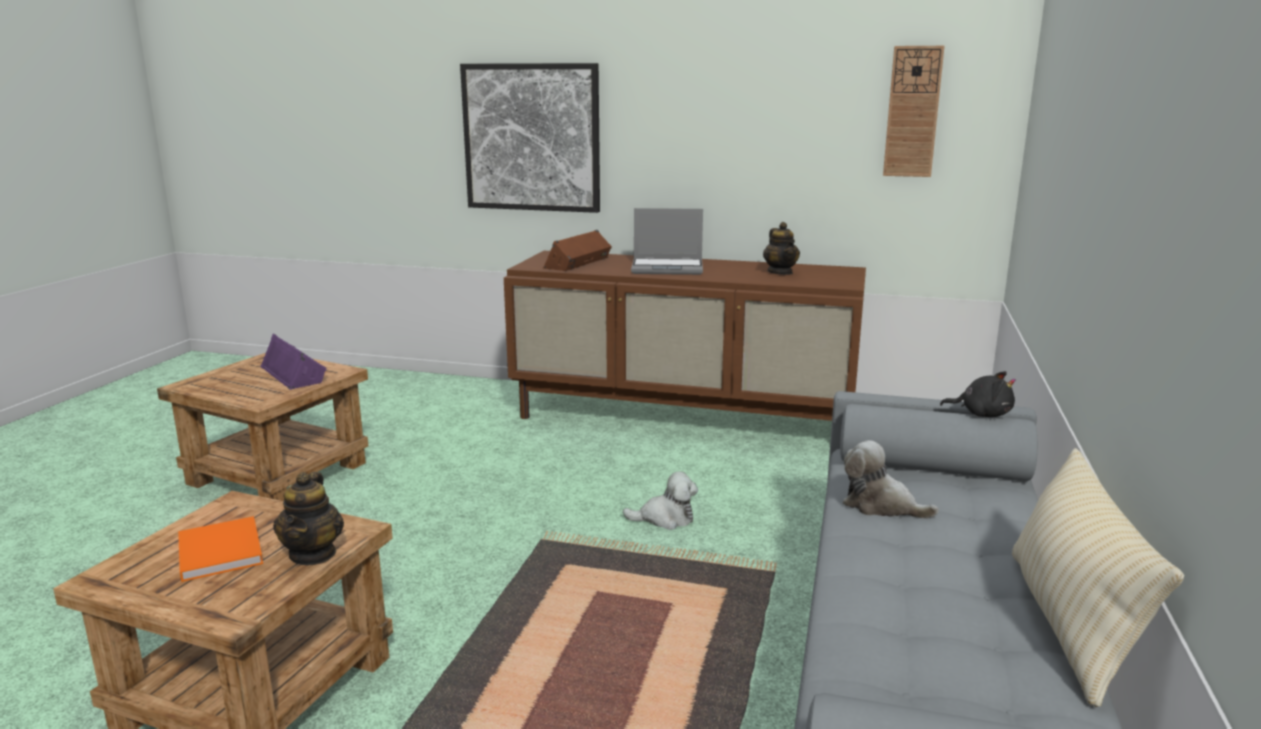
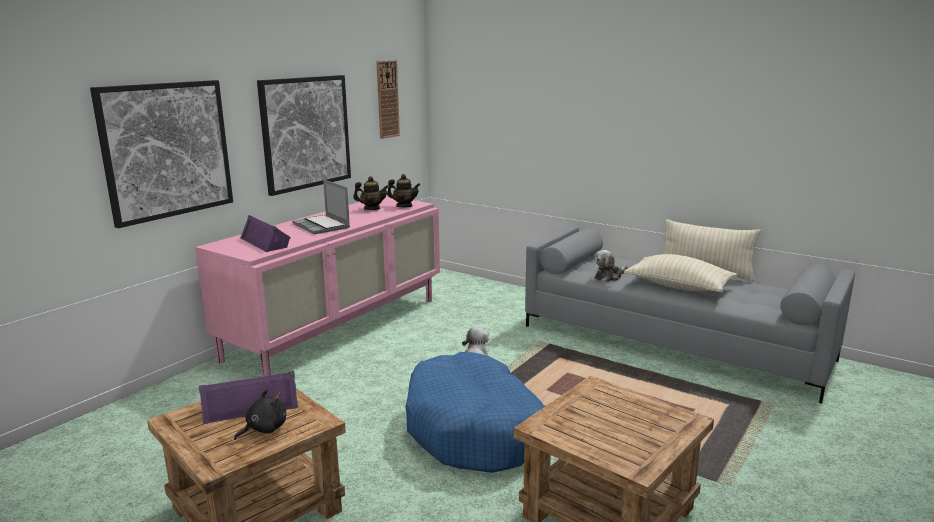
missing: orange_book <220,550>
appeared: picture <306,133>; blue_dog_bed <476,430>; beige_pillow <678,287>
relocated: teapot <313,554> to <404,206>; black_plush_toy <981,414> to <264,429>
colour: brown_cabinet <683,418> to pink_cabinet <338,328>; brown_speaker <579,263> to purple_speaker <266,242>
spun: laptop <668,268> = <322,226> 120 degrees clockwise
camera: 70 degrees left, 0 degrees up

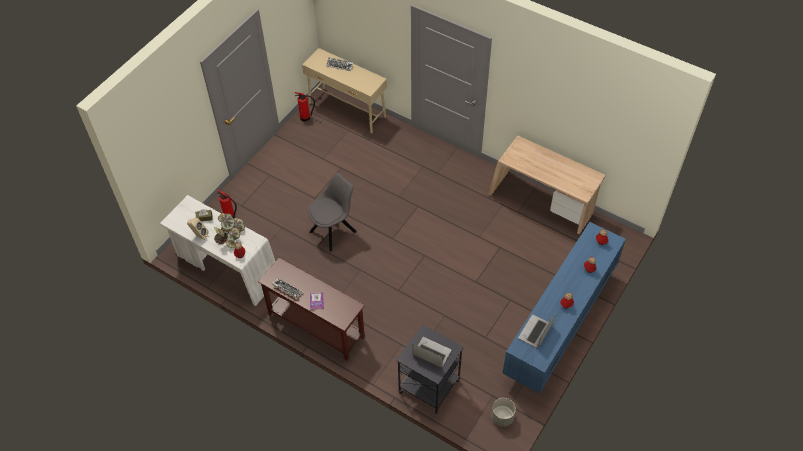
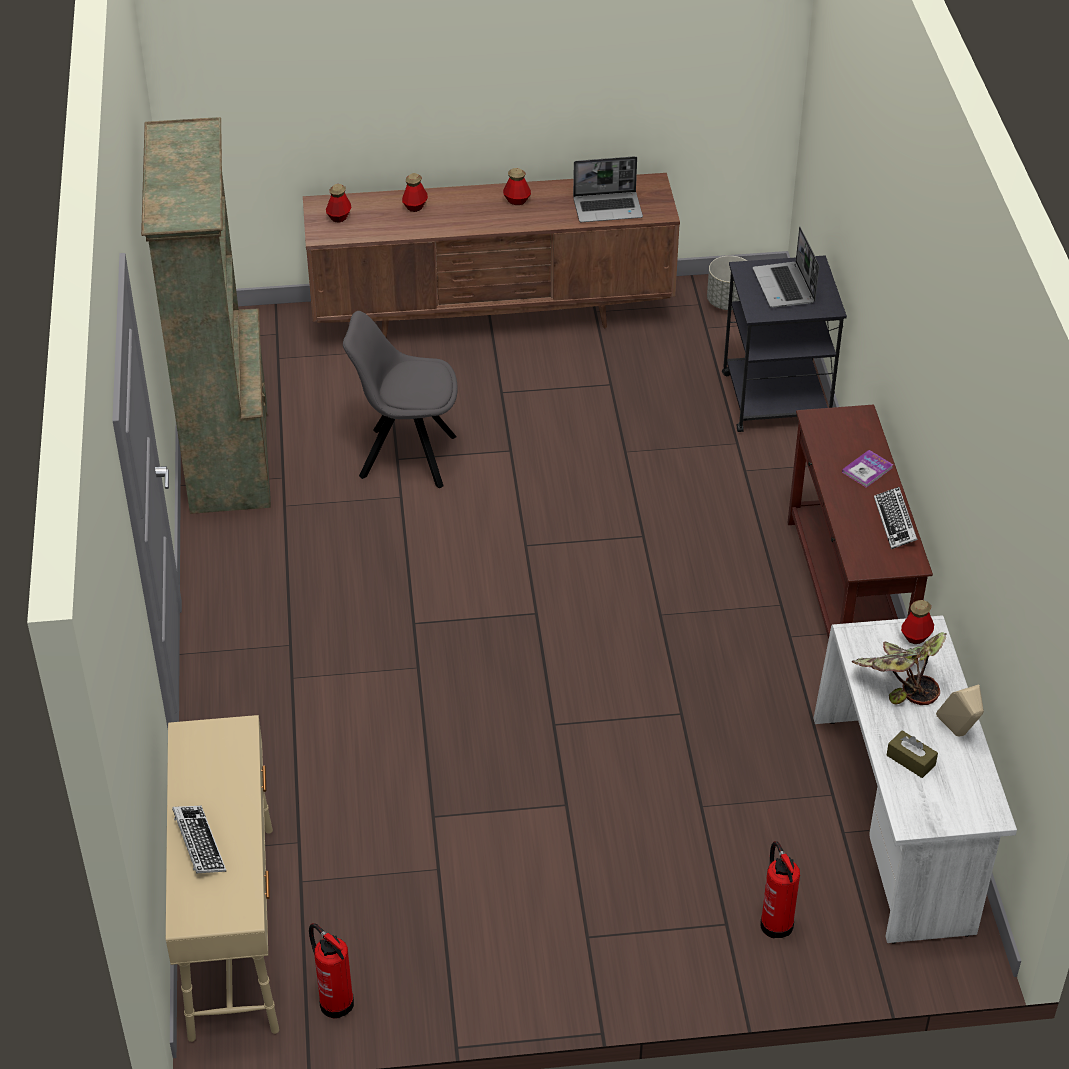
relocated: grey_chair <333,232> to <407,457>
exchanged: beige_desk <541,203> to green_bookcase <228,456>
colour: blue_cabinet <560,327> to brown_cabinet <493,316>
camera: 130 degrees left, 10 degrees down

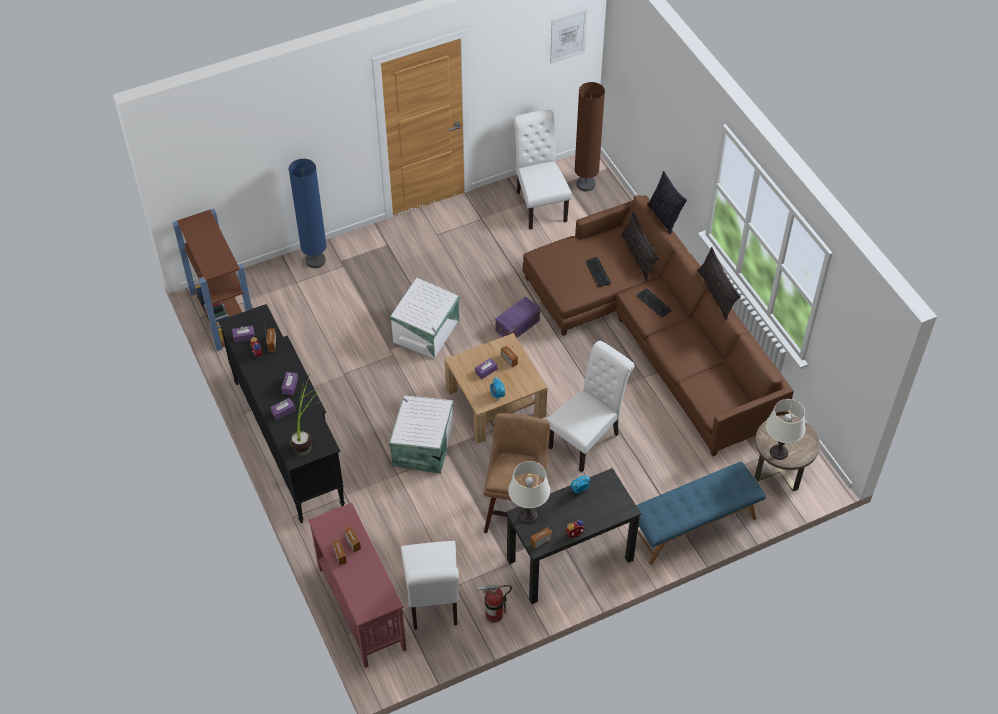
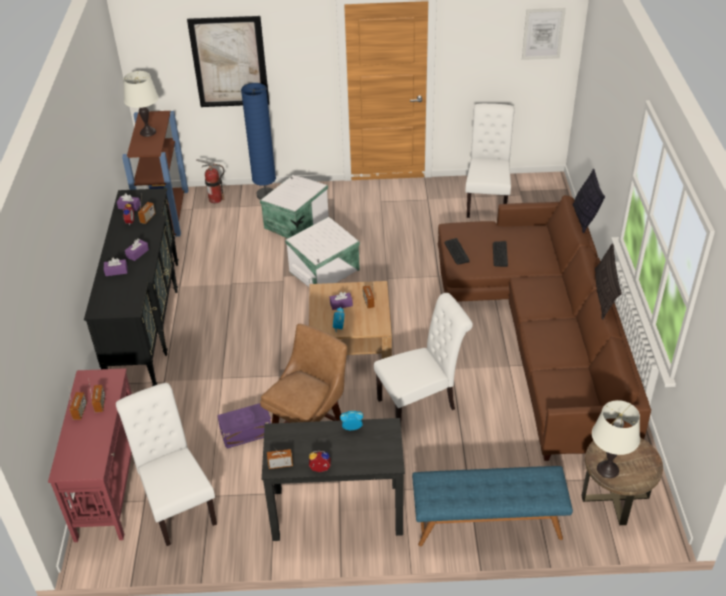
missing: potted_plant <307,437>; brown_floor_lamp <585,184>; pillow <638,256>
appeared: picture <229,62>
relocated: white_storage_box <421,446> to <295,222>; fire_extinguisher <494,614> to <215,199>; purple_storage_box <518,326> to <247,433>; white_table_lamp <528,515> to <148,132>; keyboard <653,303> to <456,252>
spun: white_chair <433,603> = <177,504> 135 degrees clockwise
camera: 25 degrees right, 10 degrees down

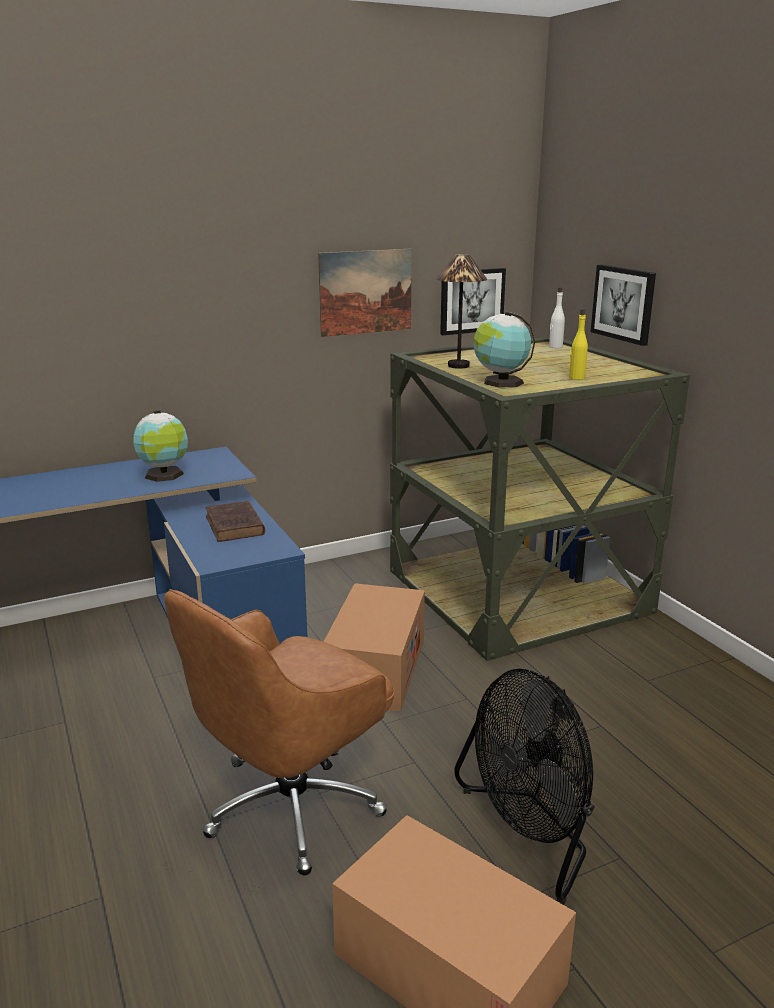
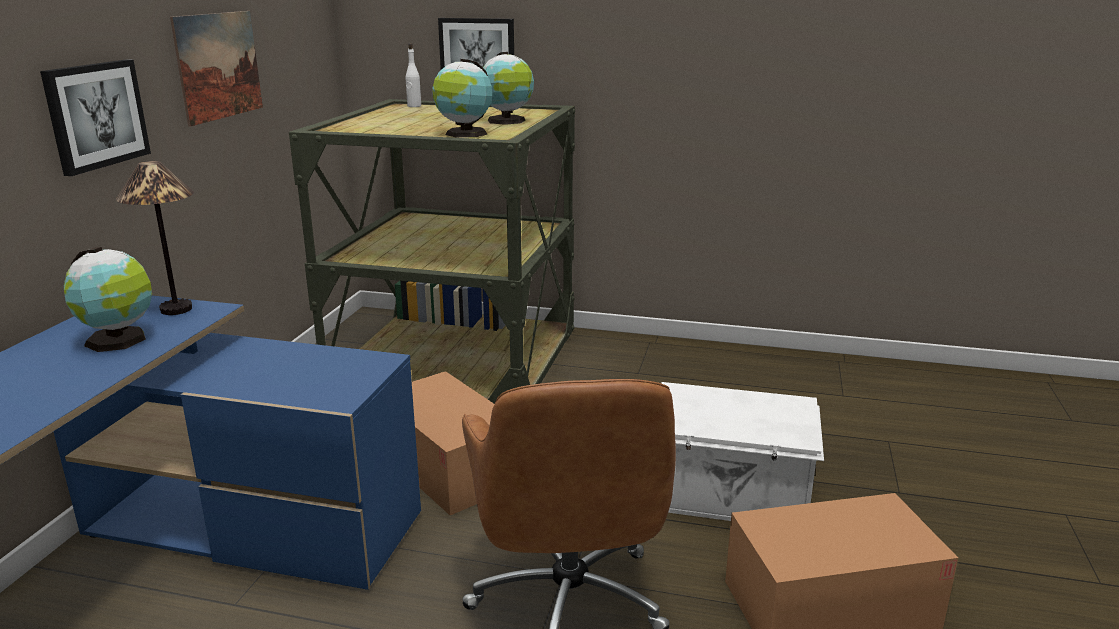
missing: brown_book <235,526>
relocated: table_lamp <458,366> to <176,310>; picture <471,301> to <96,115>
exchanged: black_fan <533,827> to white_storage_box <729,495>; yellow_bottle <576,378> to globe <507,121>
camera: 50 degrees left, 0 degrees up

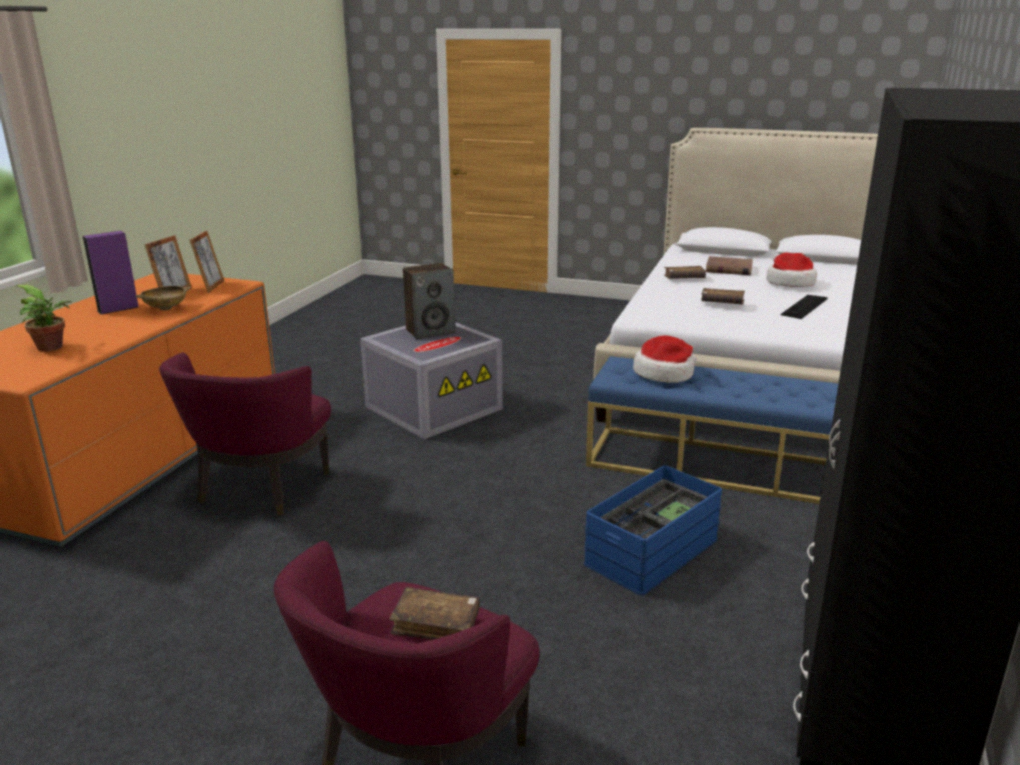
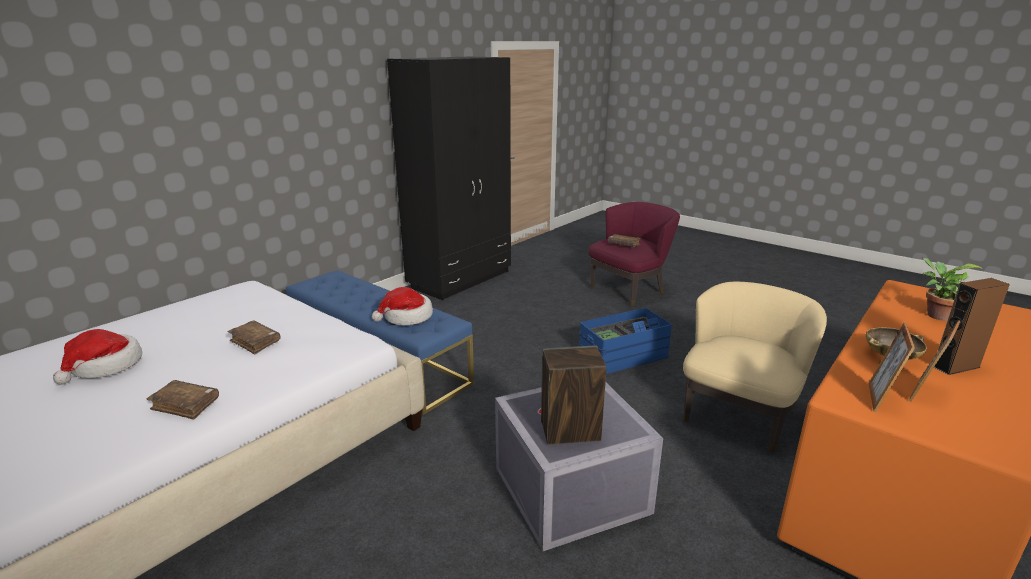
missing: brown_book <729,269>; keyboard <804,306>
relocated: blue_storage_box <653,552> to <622,355>
colour: purple_speaker <118,309> to brown_speaker <955,367>; purple_armchair <260,489> to beige_armchair <739,416>
camera: 160 degrees left, 0 degrees up

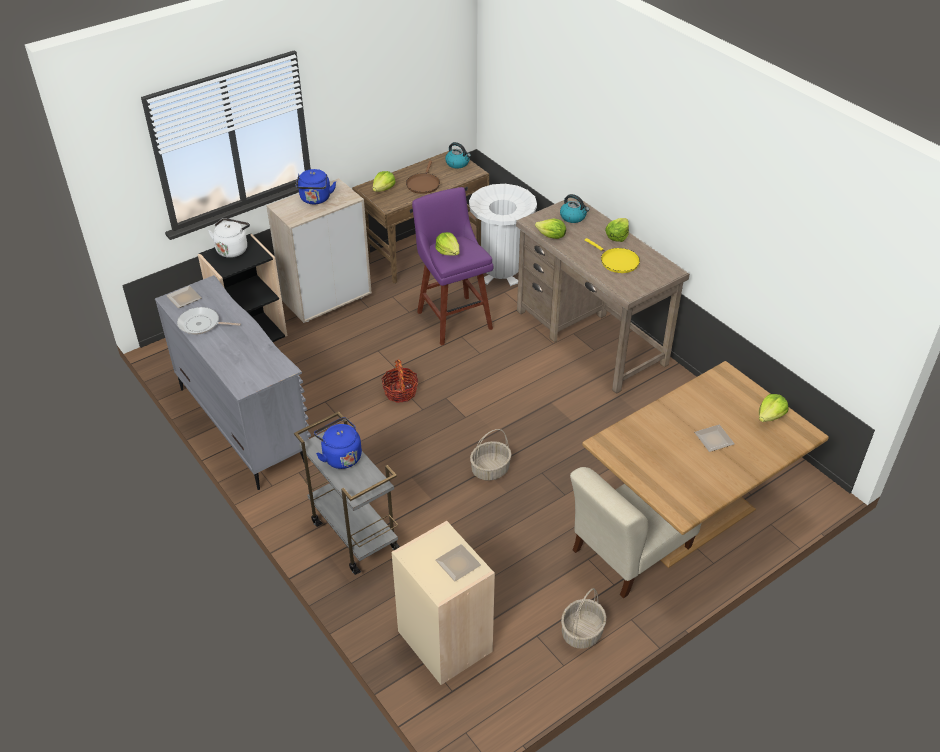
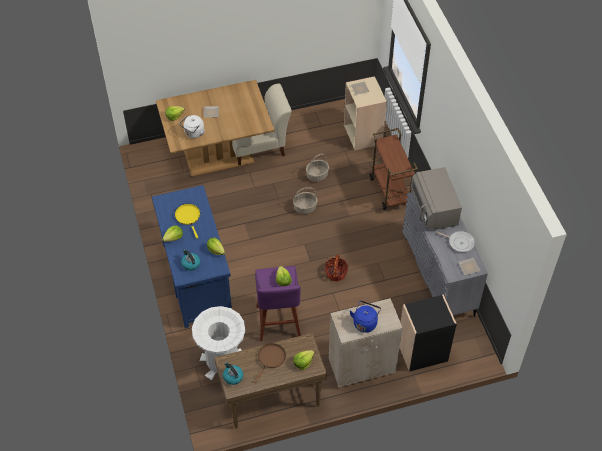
missing: blue_kettle <340,456>
appeared: grey_microwave <433,209>
relocated: white_kettle <233,249> to <193,133>; basket <582,633> to <317,175>
colour: grey_cart <353,534> to brown_cart <390,193>; brown_desk <591,337> to blue_desk <196,279>
camera: 160 degrees left, 10 degrees up

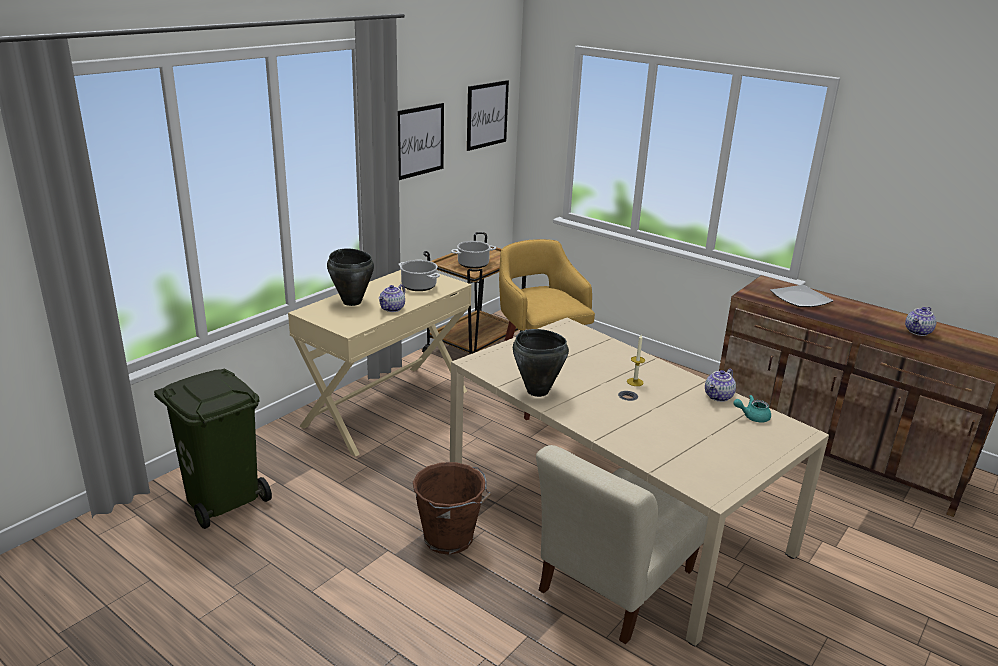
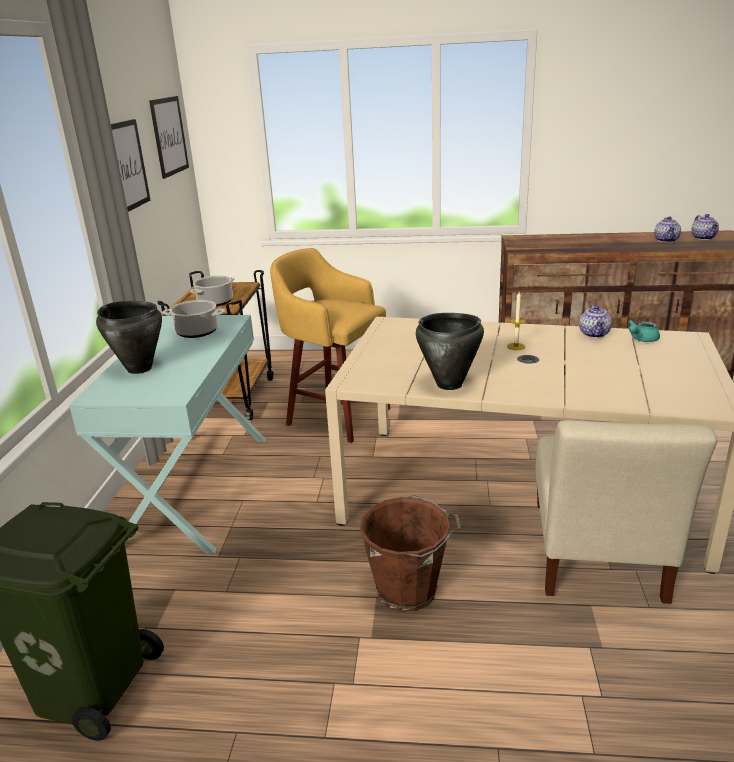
missing: plate <800,298>
relocated: teapot <392,309> to <704,238>
colour: beige_desk <386,407> to turquoise_desk <196,488>
camera: 30 degrees left, 0 degrees up

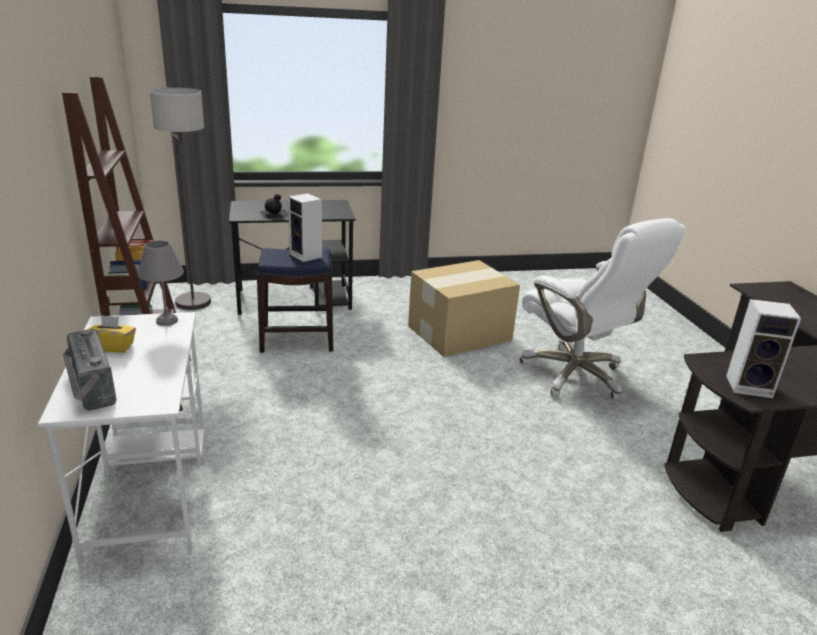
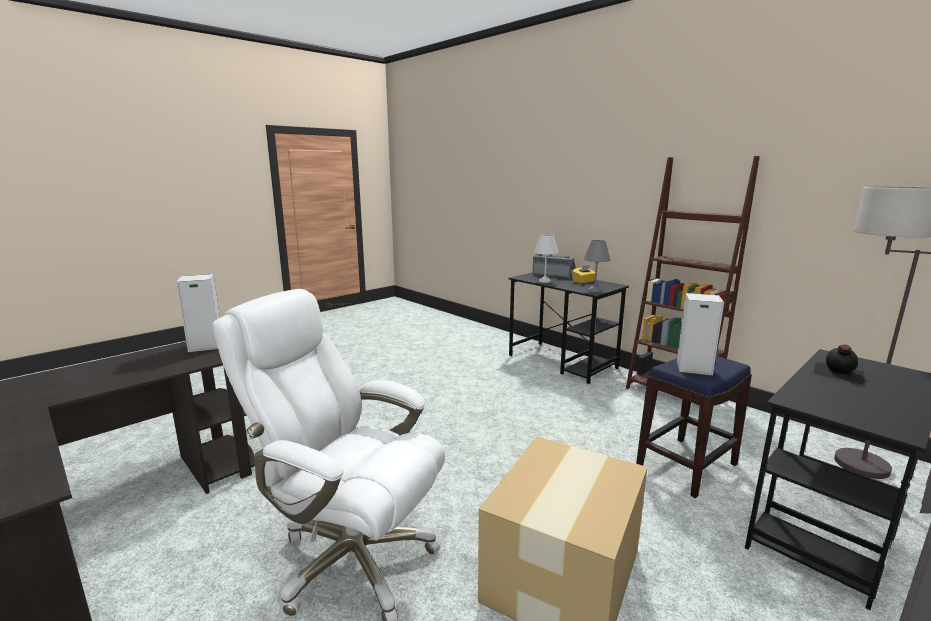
appeared: white_table_lamp <545,281>
colour: white_desk <150,490> to black_desk <562,362>
camera: 150 degrees right, 10 degrees down

